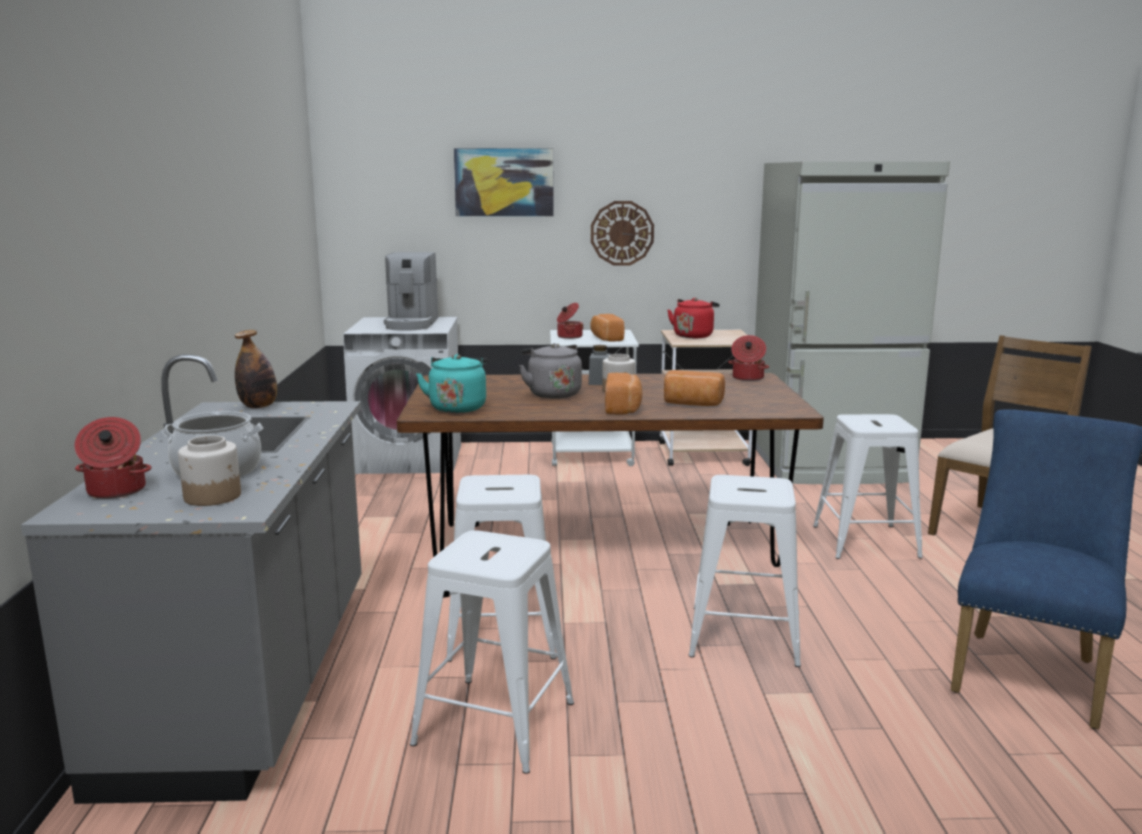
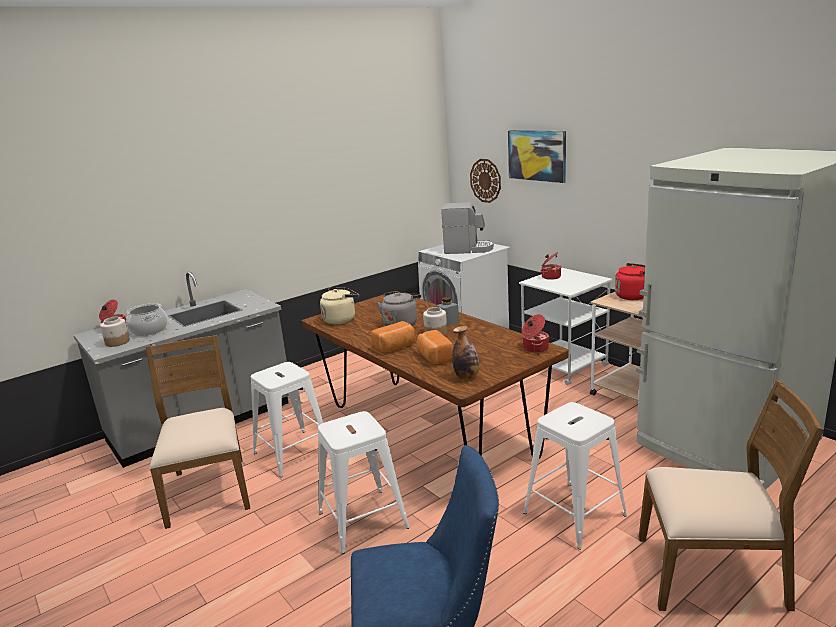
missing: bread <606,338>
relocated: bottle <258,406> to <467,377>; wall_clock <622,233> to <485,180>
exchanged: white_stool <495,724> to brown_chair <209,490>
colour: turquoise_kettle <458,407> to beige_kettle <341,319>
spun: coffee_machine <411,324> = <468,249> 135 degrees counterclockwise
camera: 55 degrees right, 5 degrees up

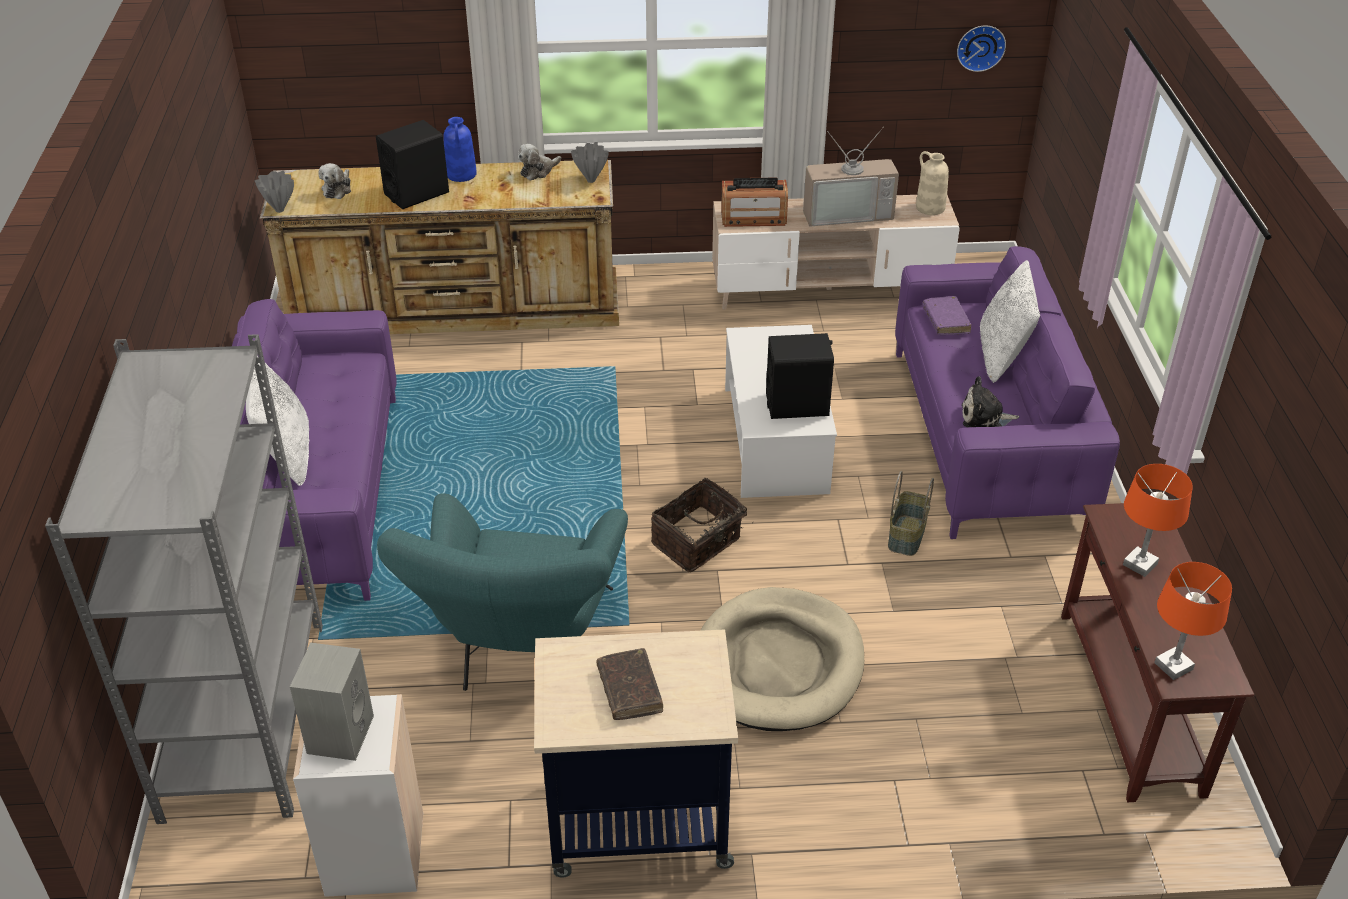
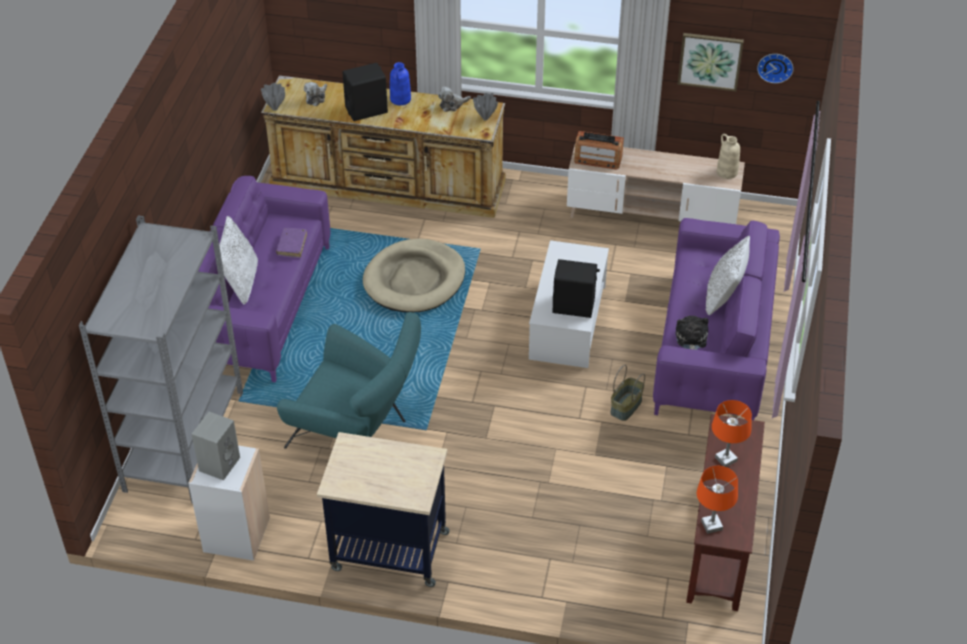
missing: brown_book <629,690>; basket <698,542>; television <847,212>
appeared: picture <710,61>
relocated: beige_dog_bed <777,664> to <414,280>; purple_book <945,321> to <292,246>
spun: turquoise_armchair <522,646> = <357,430> 90 degrees counterclockwise; plush_toy <985,418> = <691,339> 75 degrees clockwise
camera: 15 degrees right, 5 degrees up

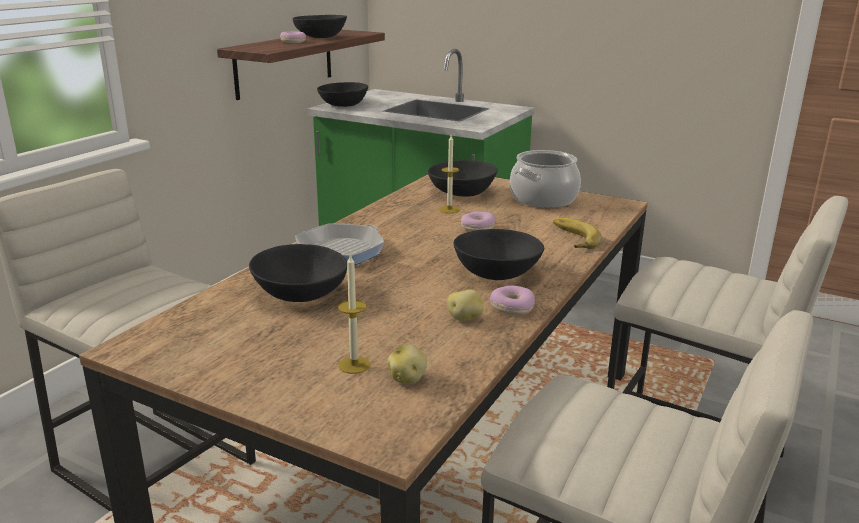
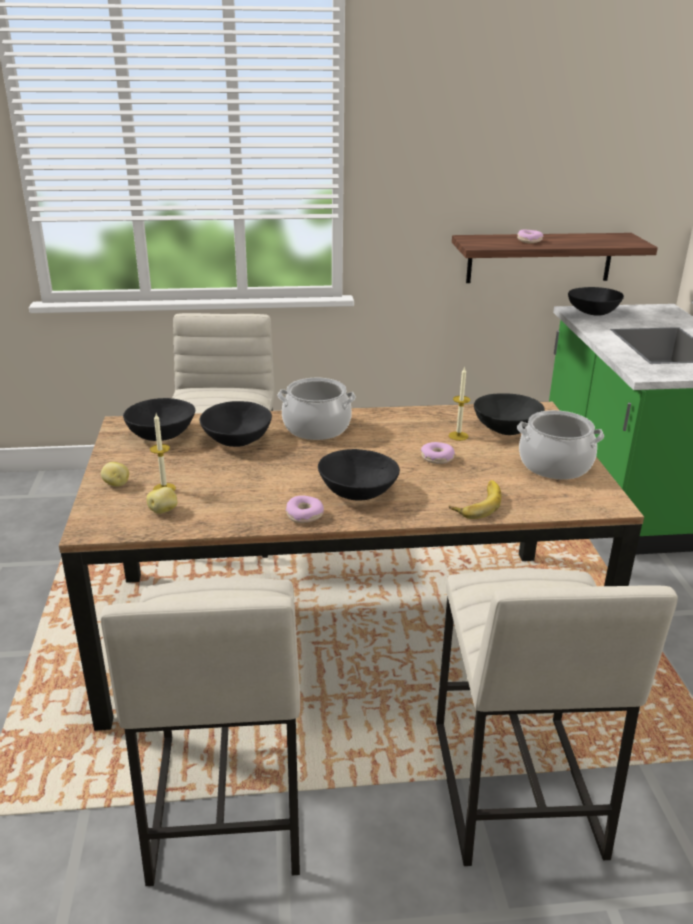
relocated: black_bowl <321,37> to <162,434>; potato <465,318> to <116,484>
exchanged: frying_pan <340,252> to cooking_pot <317,427>
camera: 55 degrees right, 5 degrees up

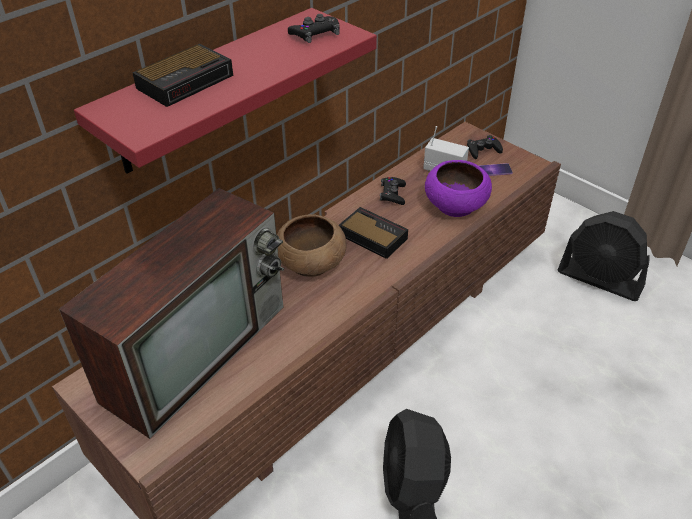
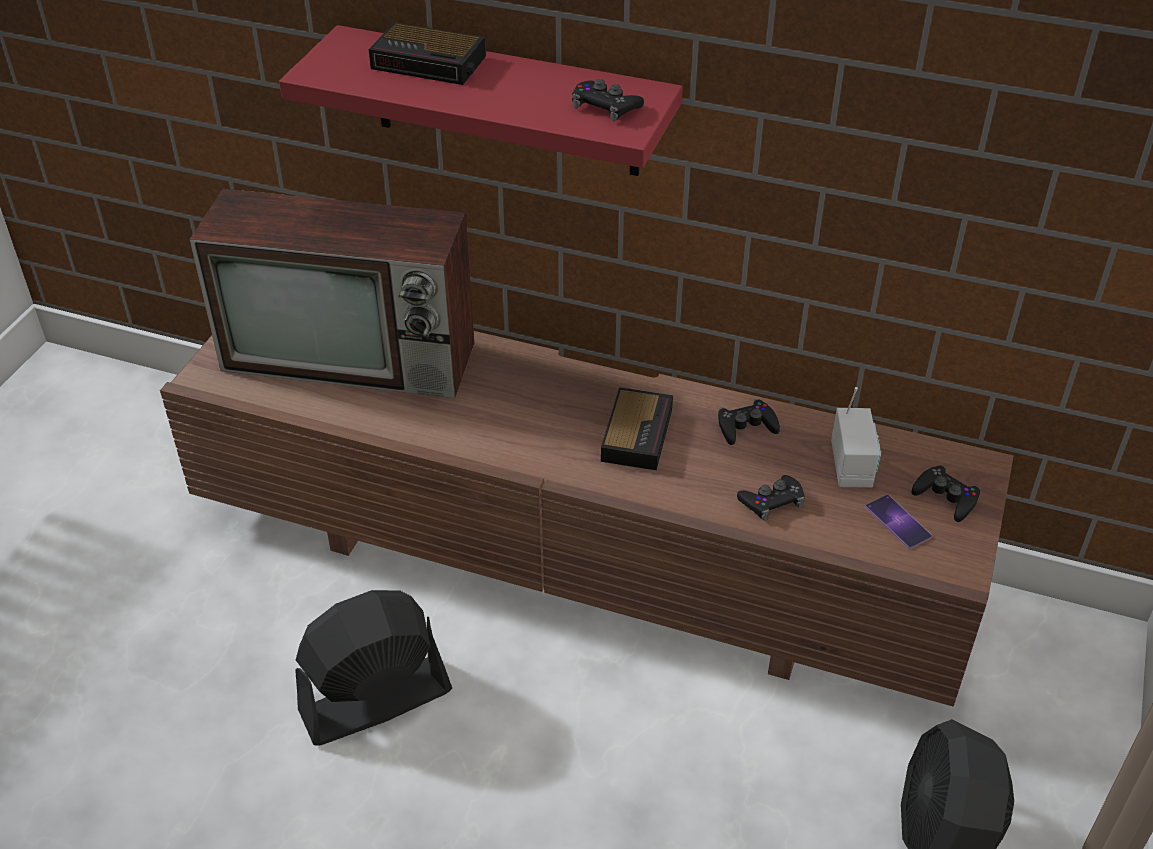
missing: brown_bowl <311,264>
exchanged: purple_bowl <456,205> to black_game_controller <771,502>
camera: 65 degrees right, 0 degrees up

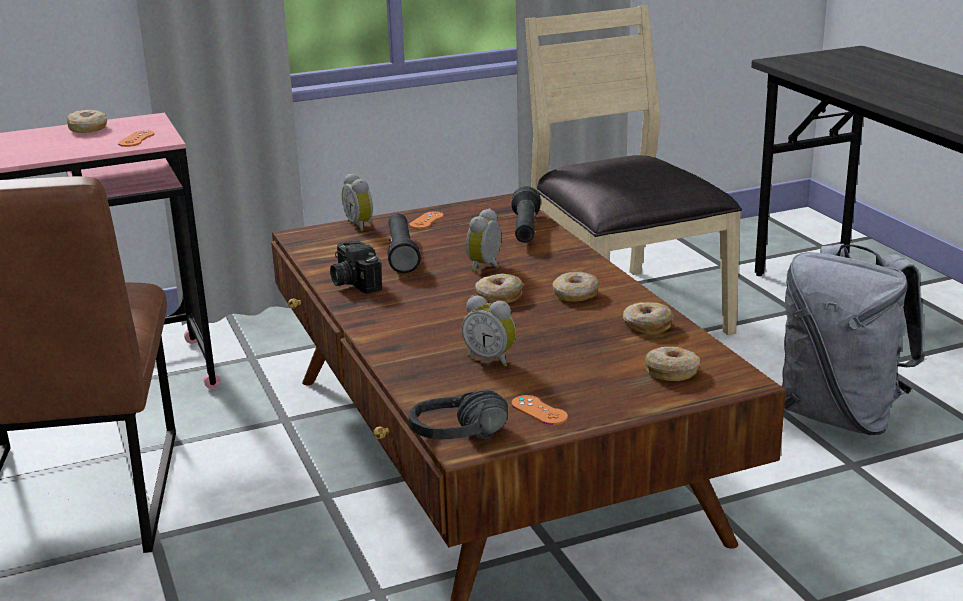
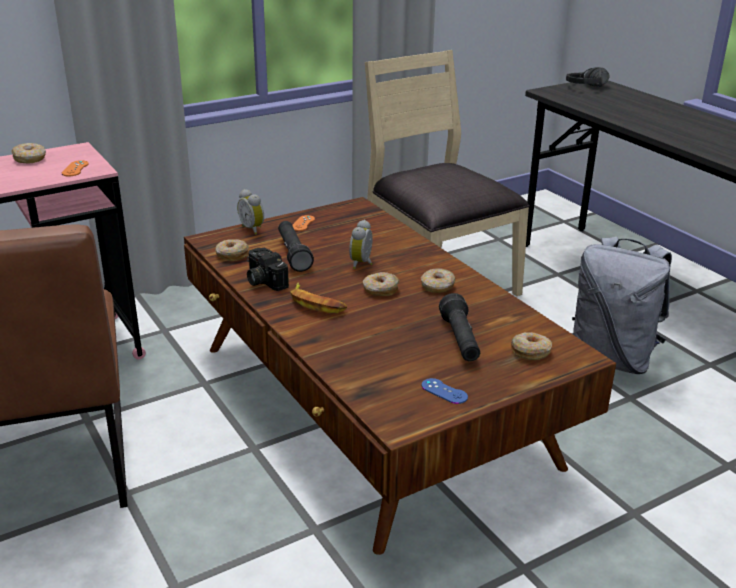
missing: alarm_clock <491,358>
appeared: banana <316,304>
relocated: black_headphones <463,442> to <591,88>; black_flashlight <525,230> to <460,340>; donut <646,325> to <231,255>
colour: orange_game_controller <539,410> to blue_game_controller <444,391>
camera: 10 degrees left, 5 degrees up

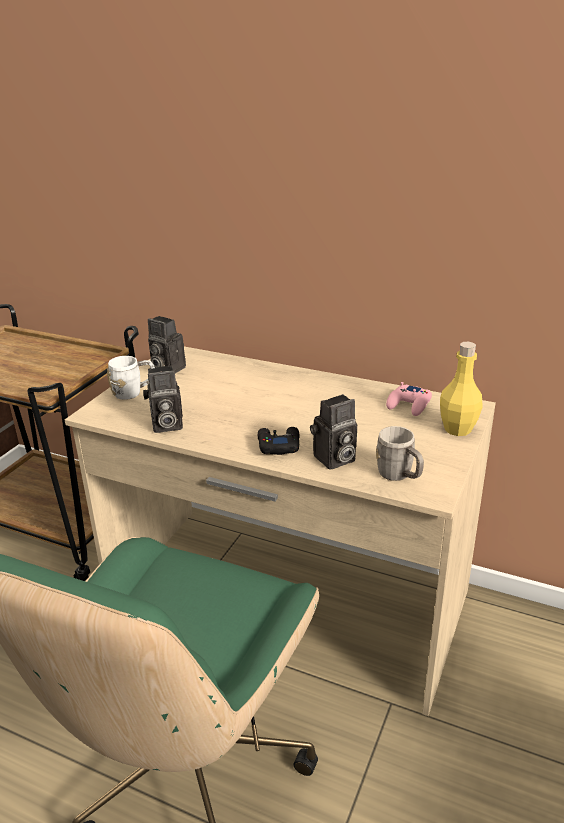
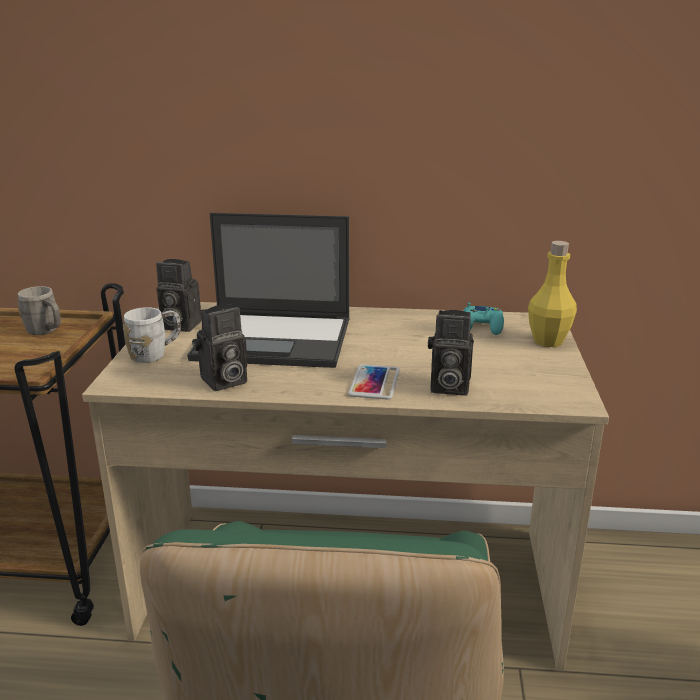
appeared: laptop <275,340>
relocated: grey_mug <399,476> to <46,331>
exchanged: black_game_controller <278,445> to phone <374,382>
colour: pink_game_controller <409,405> to turquoise_game_controller <482,326>
spun: photo_camera <334,460> = <447,387> 60 degrees clockwise
camera: 20 degrees left, 5 degrees down

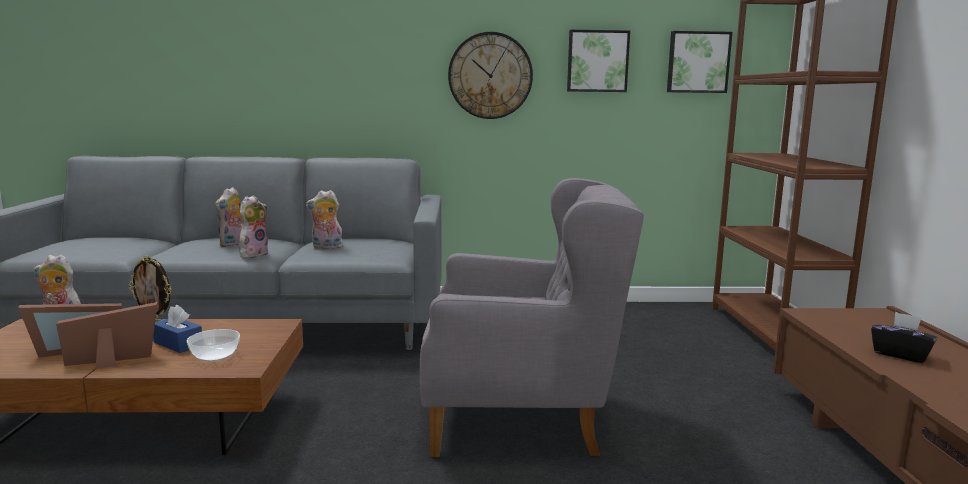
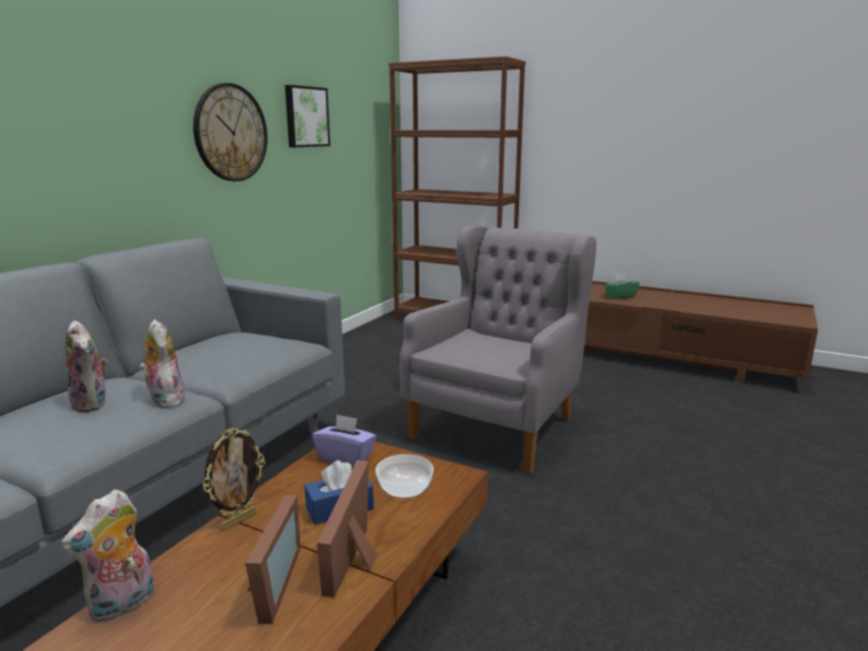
missing: plush_toy <326,247>; picture <697,62>
appeared: purple_tissue_box <345,457>
colour: black_tissue_box <900,354> to green_tissue_box <620,296>
camera: 60 degrees left, 5 degrees up

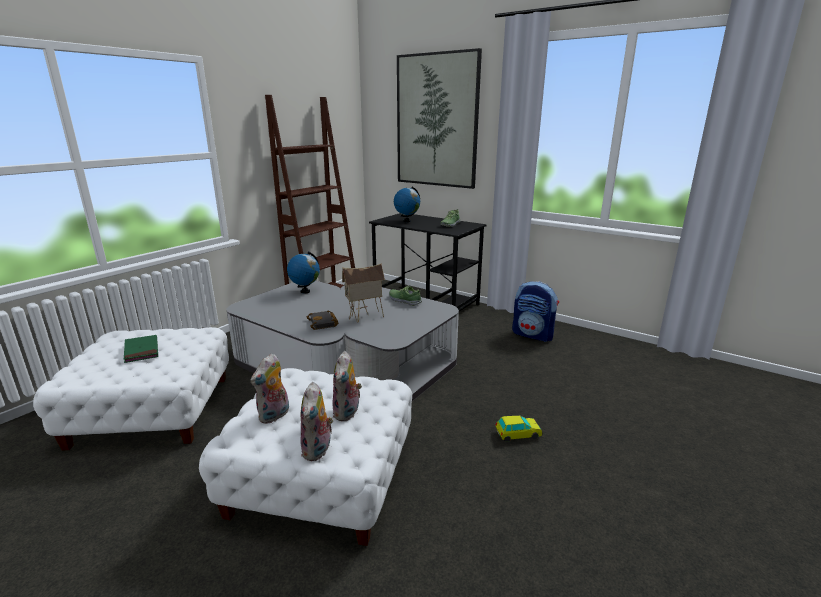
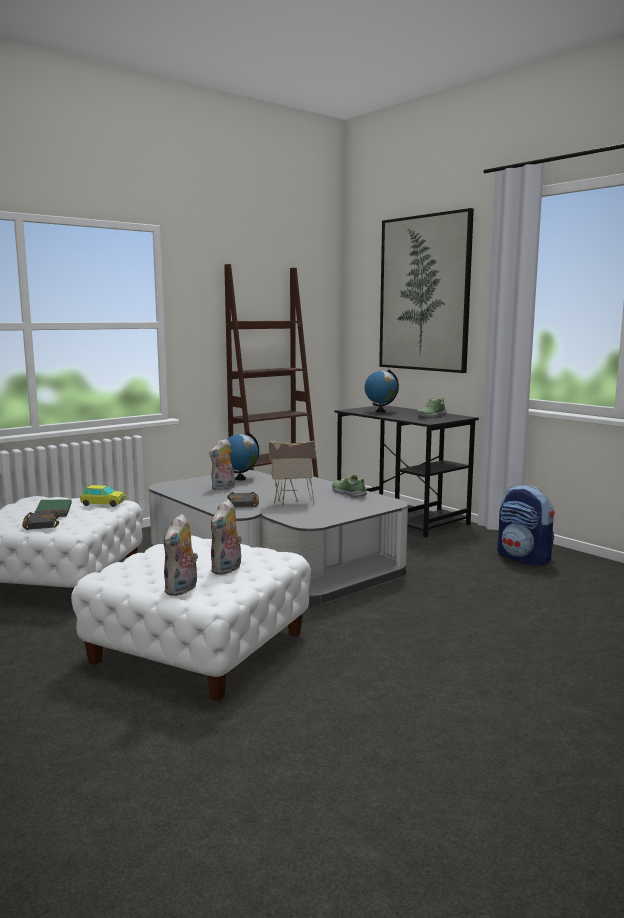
appeared: black_book <40,524>
relocated: plush_toy <274,416> to <223,488>; toy_car <518,434> to <103,504>
camera: 15 degrees right, 10 degrees down

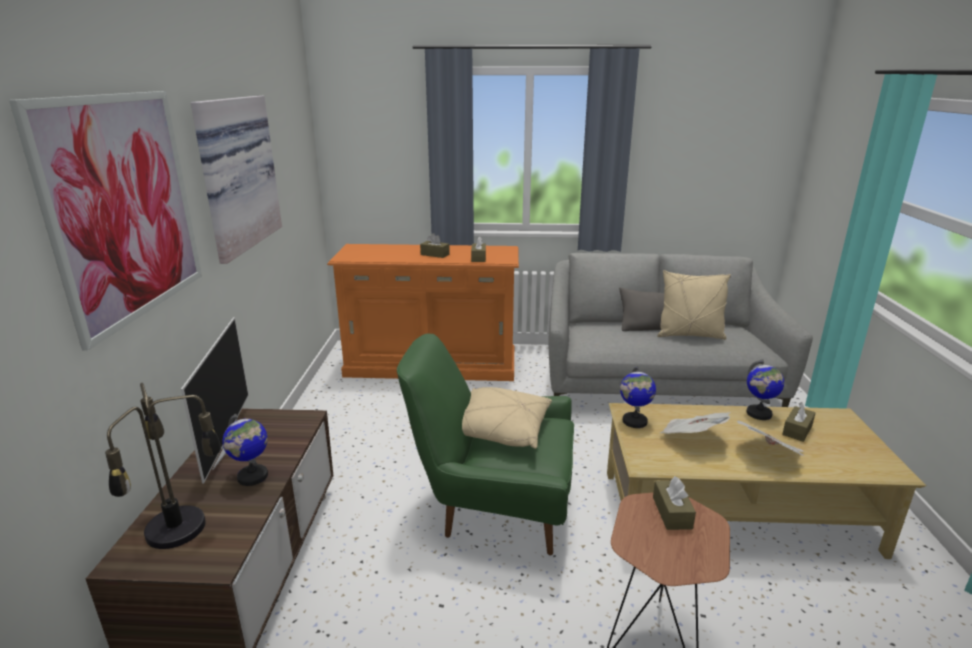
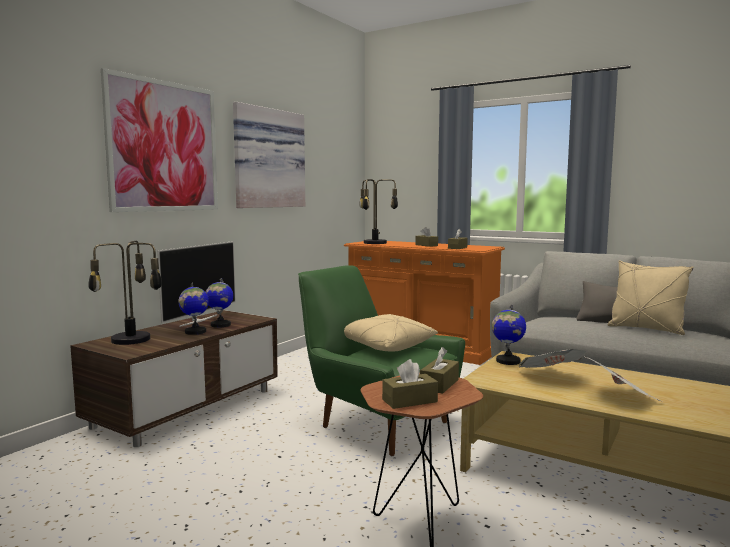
appeared: table_lamp <374,243>
relocated: globe <759,414> to <220,325>; brown_tissue_box <797,430> to <409,401>
camera: 30 degrees right, 15 degrees down

